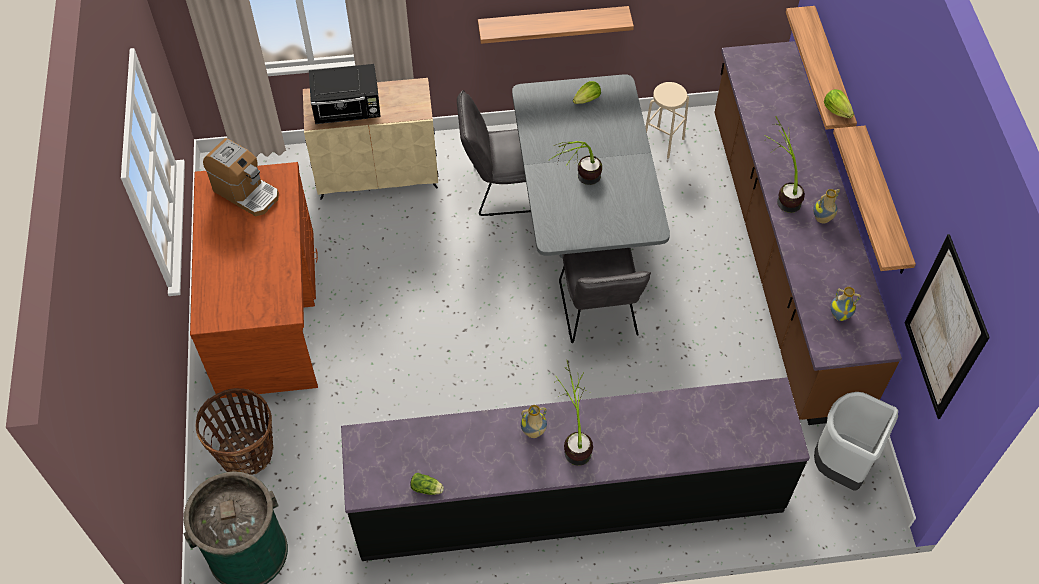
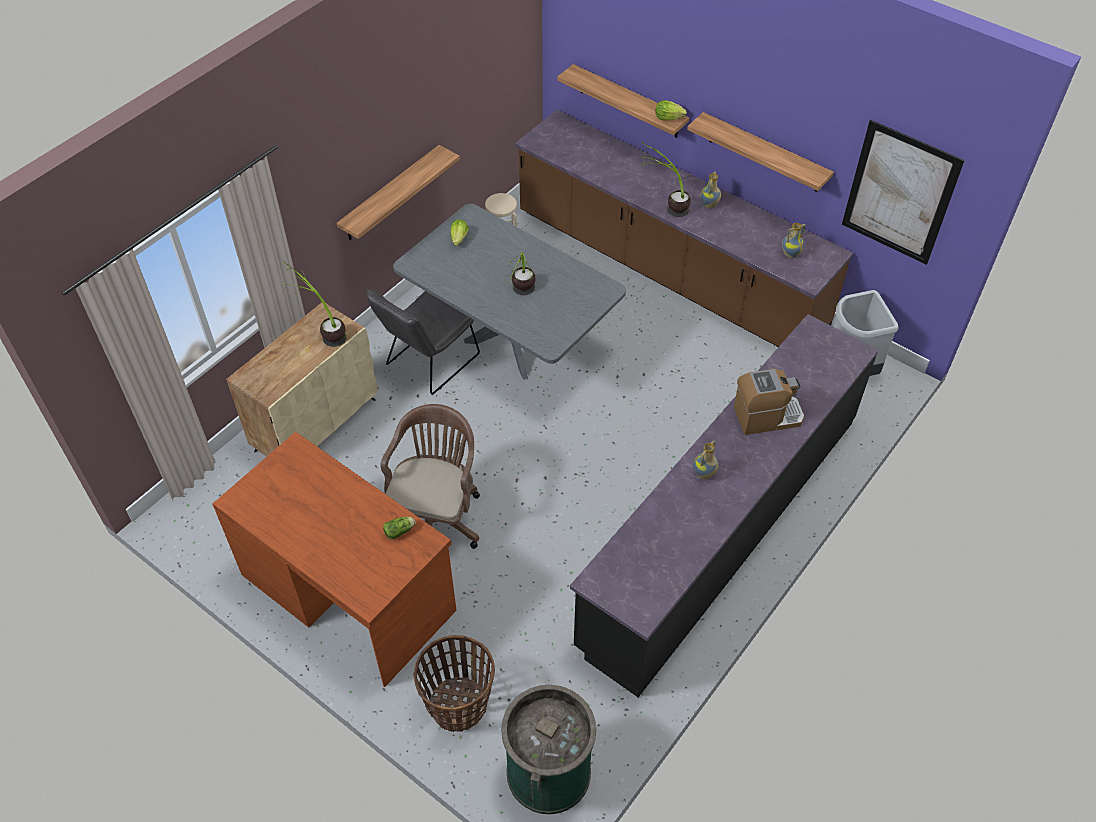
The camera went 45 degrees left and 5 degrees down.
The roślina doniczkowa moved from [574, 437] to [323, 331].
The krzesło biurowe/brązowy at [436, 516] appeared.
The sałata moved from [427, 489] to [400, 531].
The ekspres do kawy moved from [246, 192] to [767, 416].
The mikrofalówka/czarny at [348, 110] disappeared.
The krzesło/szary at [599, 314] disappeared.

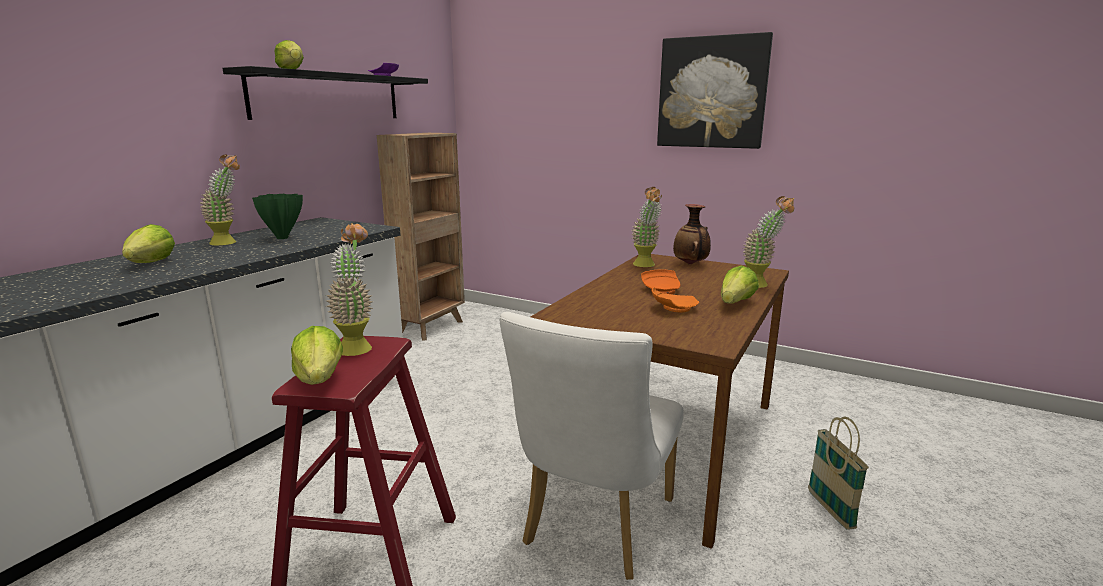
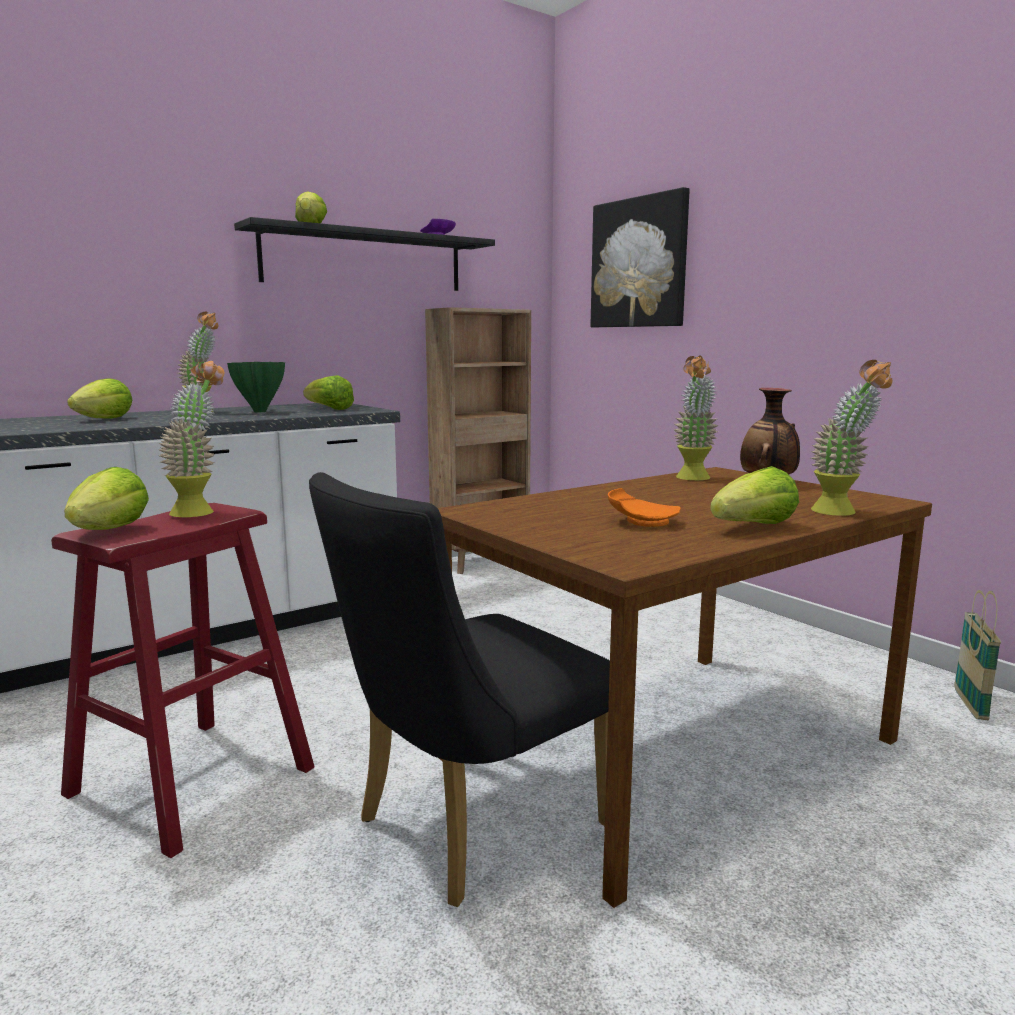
The camera went 25 degrees right and 5 degrees down.
The sałata at [329, 409] appeared.
The krzesło/biały at [594, 528] became the krzesło/czarny at [467, 828].
The obraz moved from [712, 93] to [639, 263].
The koszyk moved from [830, 510] to [970, 705].
The talerz/pomarańczowy at [662, 290] disappeared.

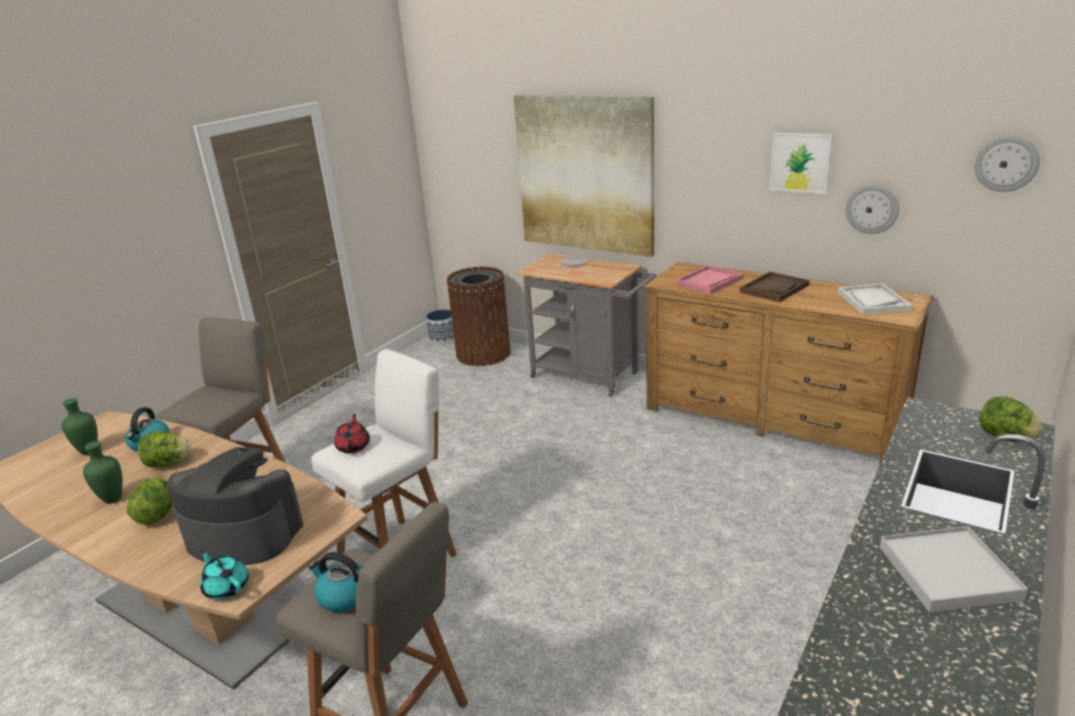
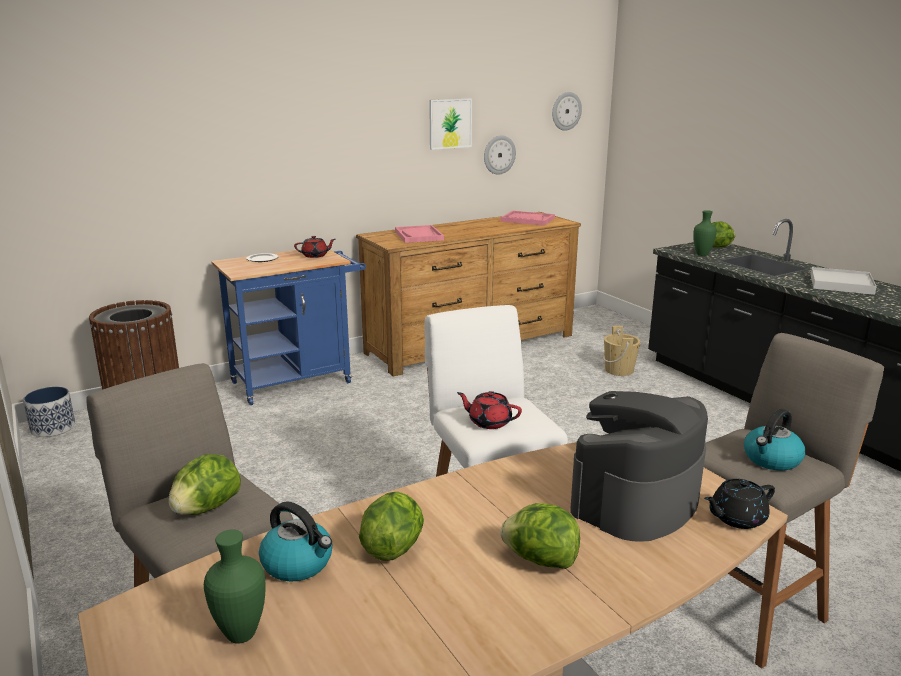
The camera went 65 degrees left and 5 degrees down.
The sałata at [206, 508] appeared.
The wózek/szary at [590, 376] became the wózek/niebieski at [298, 380].
The imbryk/czerwony at [315, 255] appeared.
The taca/biały at [872, 301] became the taca/różowy at [527, 220].
The wiadro/beżowy at [619, 370] appeared.
The wazon/zielony moved from [113, 500] to [702, 255].
The imbryk/turkusowy at [226, 587] became the imbryk/czarny at [736, 518].
The obraz at [585, 174] disappeared.
The taca/brązowy at [774, 288] disappeared.

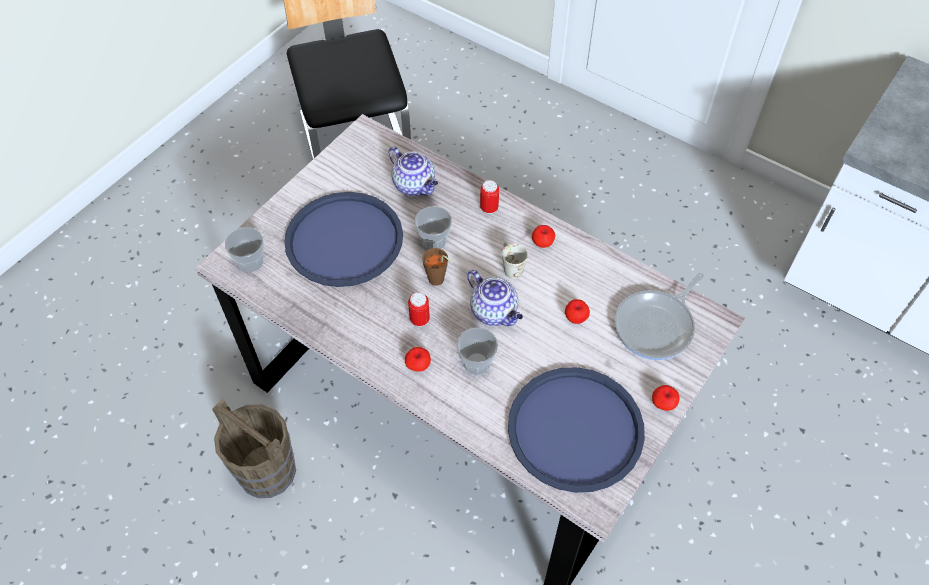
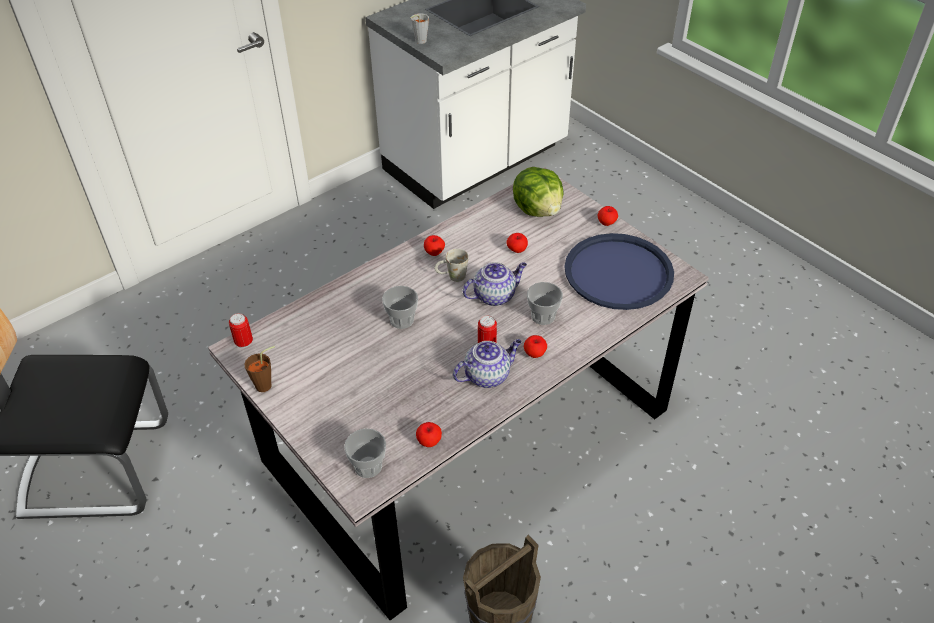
The camera went 75 degrees left and 10 degrees down.
The puszka moved from [489, 208] to [244, 342].
The filiżanka/brązowy moved from [438, 281] to [267, 384].
The filiżanka/szary at [419, 42] appeared.
The jabłko at [429, 441] appeared.
The imbryk moved from [415, 185] to [487, 375].
The patelnia at [657, 326] was replaced by the sałata at [538, 210].
The taca/niebieski at [344, 240] disappeared.

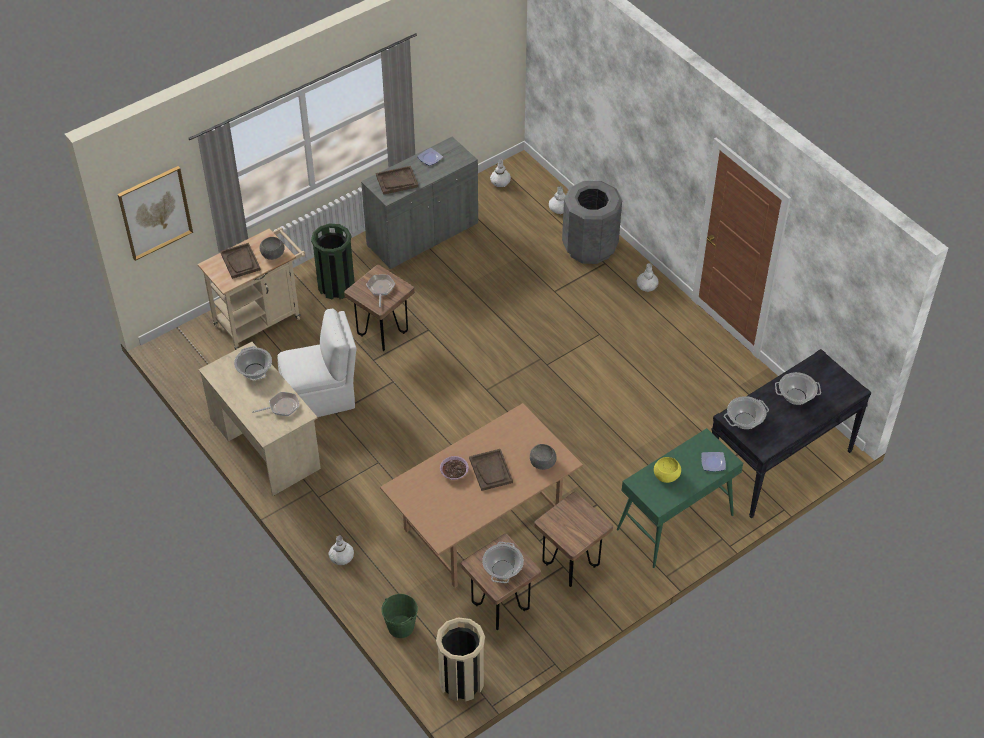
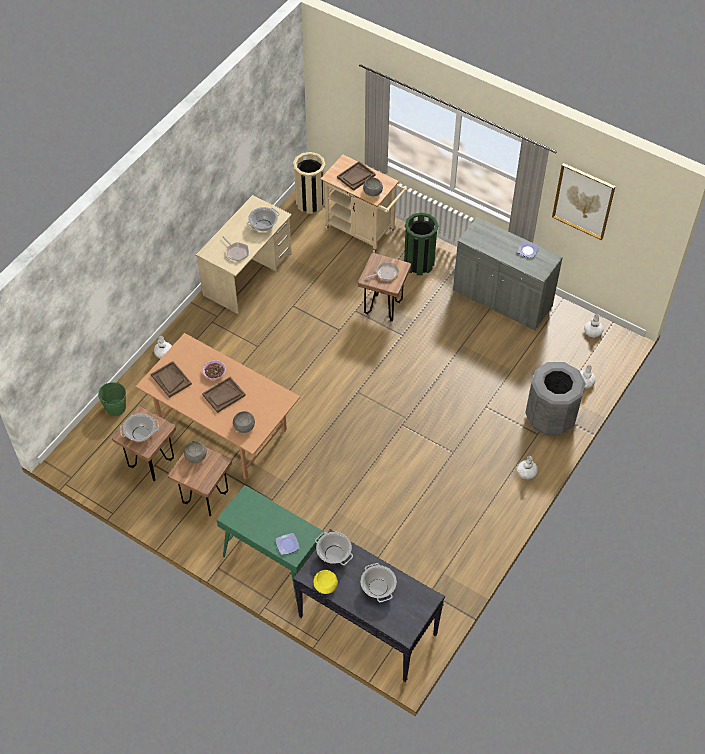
The camera went 70 degrees right and 5 degrees up.
The taca/brązowy moved from [397, 181] to [171, 380].
The miska/szary at [196, 456] appeared.
The kosz na śmieci/beżowy moved from [461, 681] to [310, 202].
The miska/żółty moved from [666, 475] to [326, 585].
The obraz moved from [155, 212] to [583, 201].
The krzesło/biały at [320, 397] disappeared.

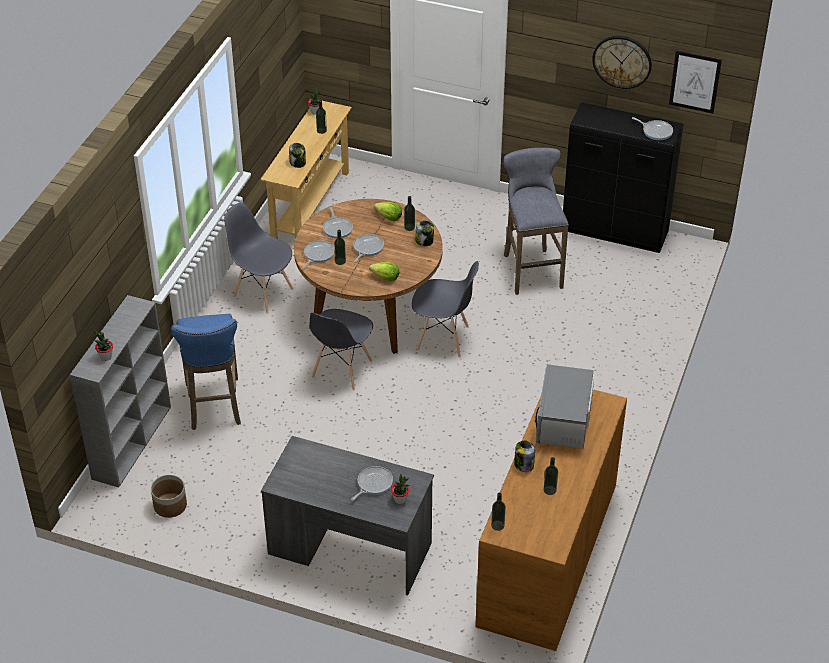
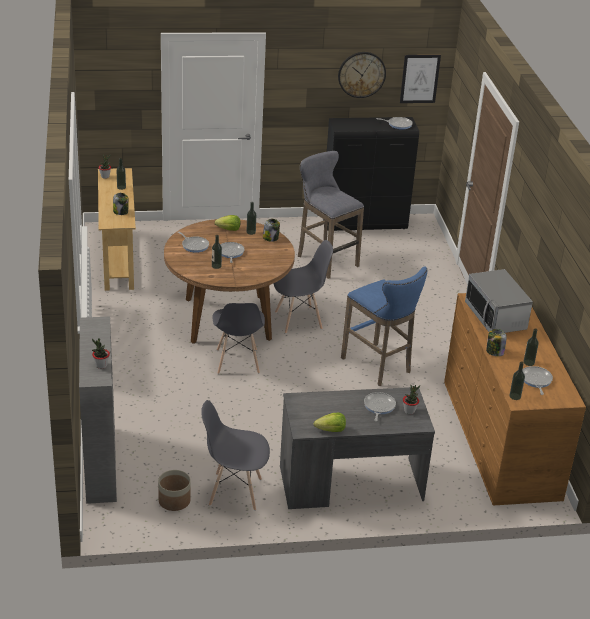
The camera went 30 degrees left and 10 degrees down.
The krzesło/szary moved from [263, 292] to [234, 492].
The sałata moved from [385, 278] to [331, 430].
The stołek/niebieski moved from [214, 406] to [379, 366].
The patelnia moved from [318, 254] to [536, 380].

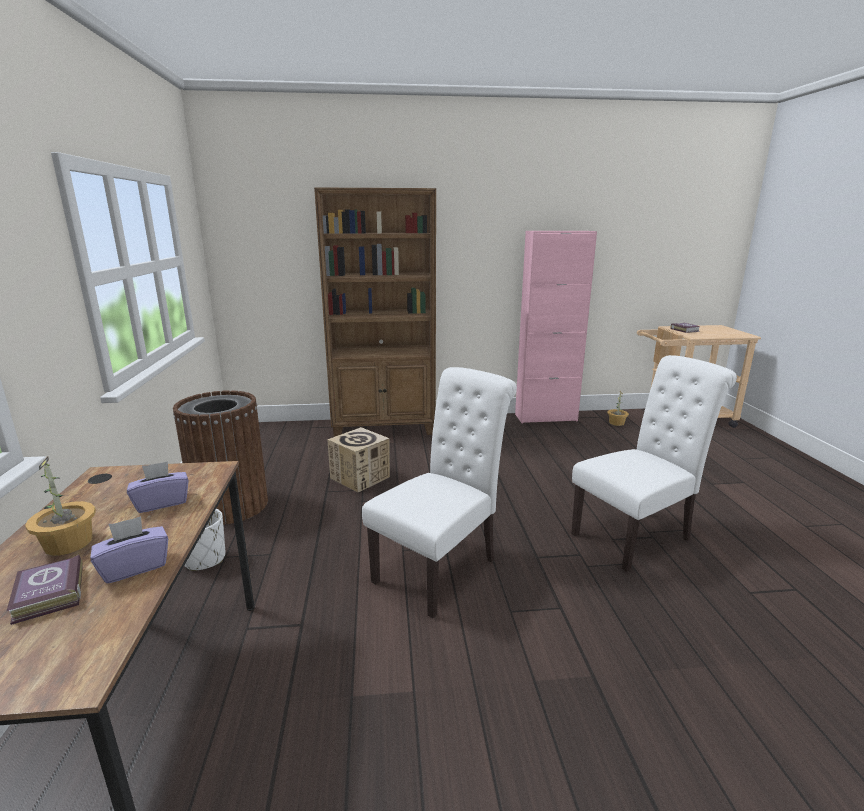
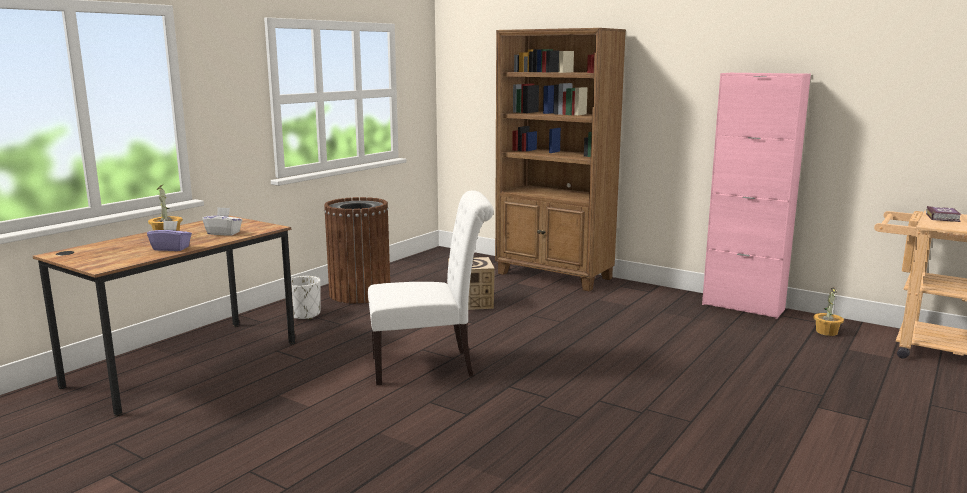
The camera went 40 degrees right and 5 degrees down.
The pudełko chusteczek/fioletowy at [162, 502] became the pudełko chusteczek/biały at [224, 233].
The książka at [47, 595] disappeared.
The krzesło/biały at [637, 535] disappeared.

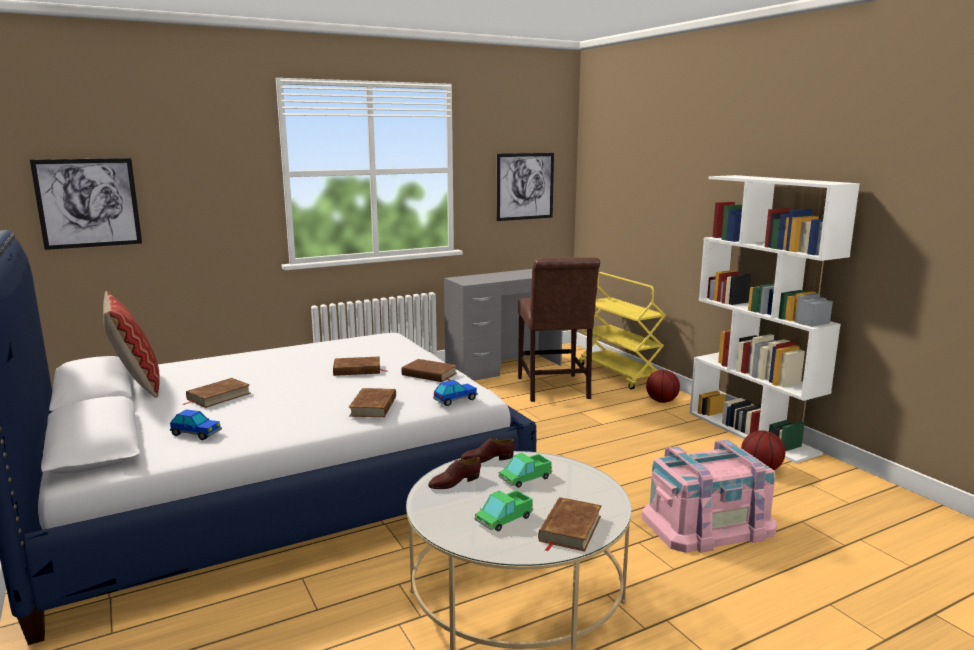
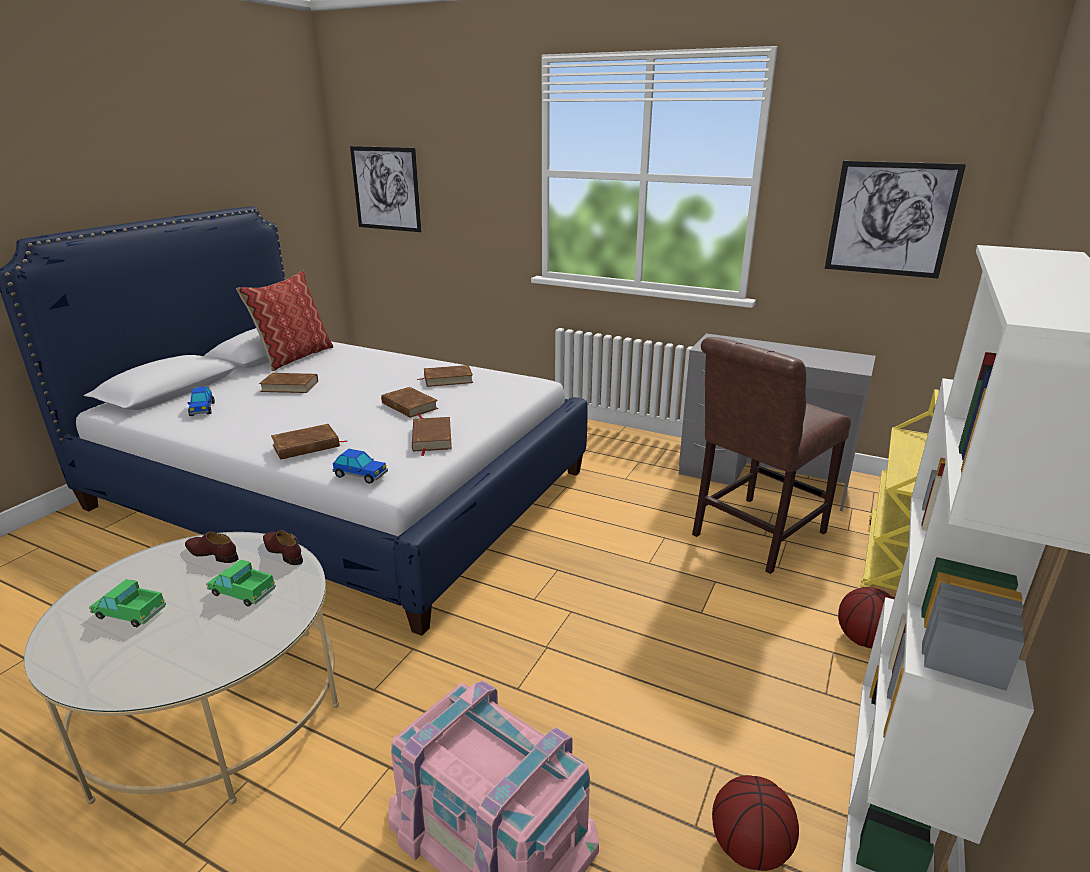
The camera went 55 degrees right and 10 degrees up.
The książka/brązowy moved from [569, 528] to [448, 379].

